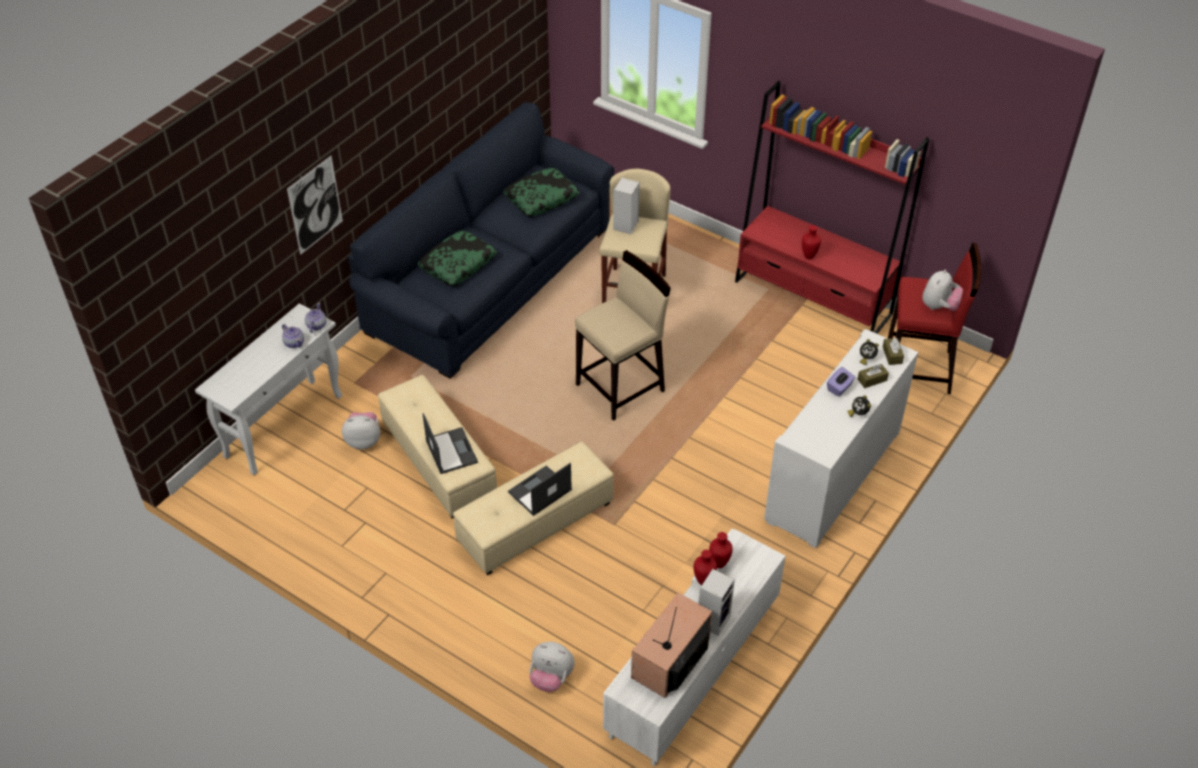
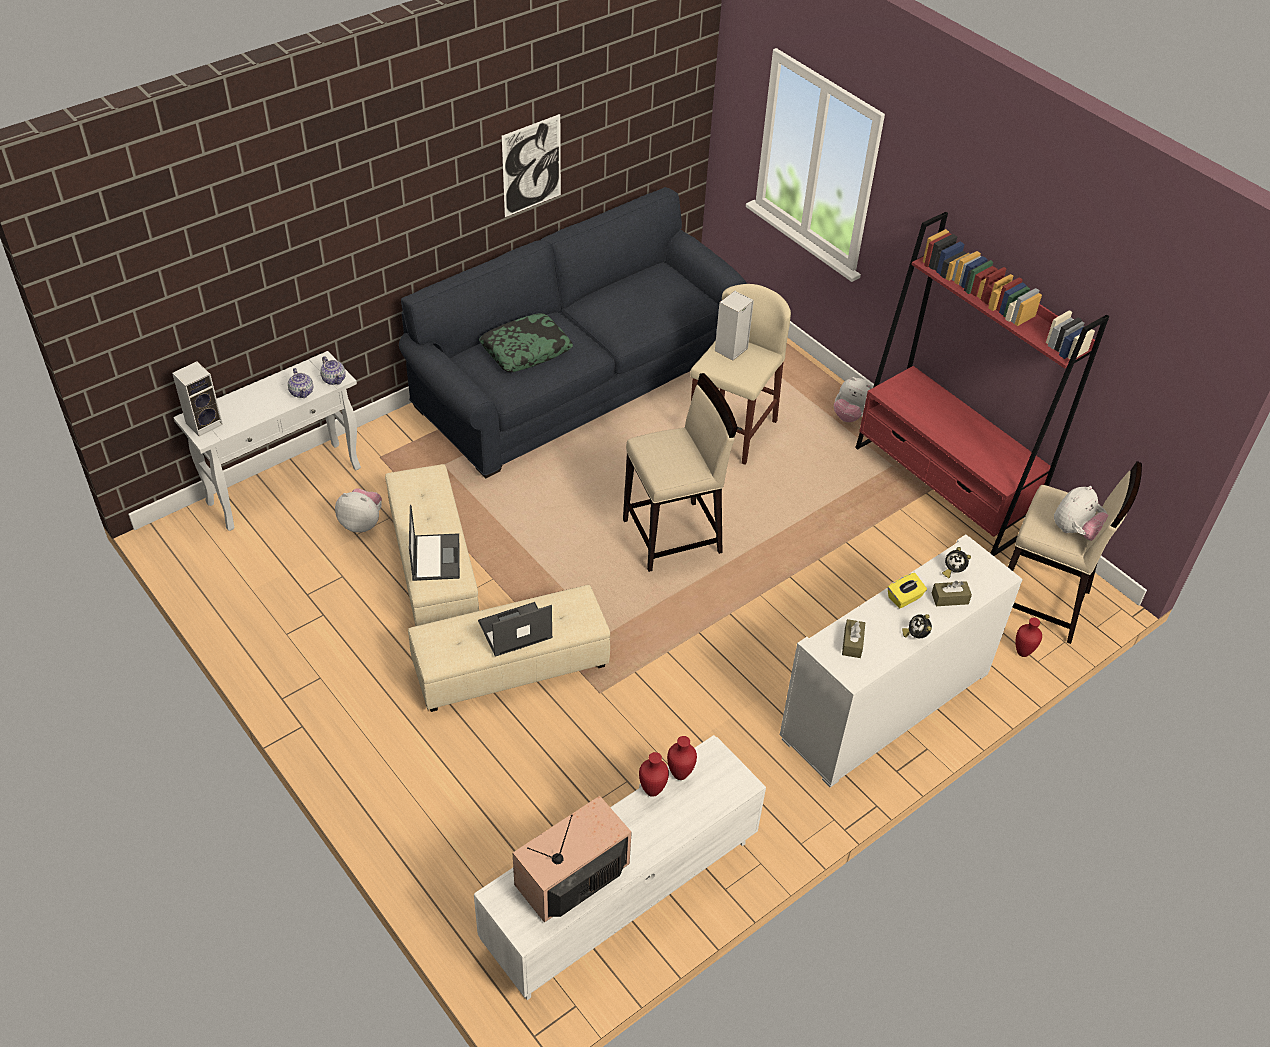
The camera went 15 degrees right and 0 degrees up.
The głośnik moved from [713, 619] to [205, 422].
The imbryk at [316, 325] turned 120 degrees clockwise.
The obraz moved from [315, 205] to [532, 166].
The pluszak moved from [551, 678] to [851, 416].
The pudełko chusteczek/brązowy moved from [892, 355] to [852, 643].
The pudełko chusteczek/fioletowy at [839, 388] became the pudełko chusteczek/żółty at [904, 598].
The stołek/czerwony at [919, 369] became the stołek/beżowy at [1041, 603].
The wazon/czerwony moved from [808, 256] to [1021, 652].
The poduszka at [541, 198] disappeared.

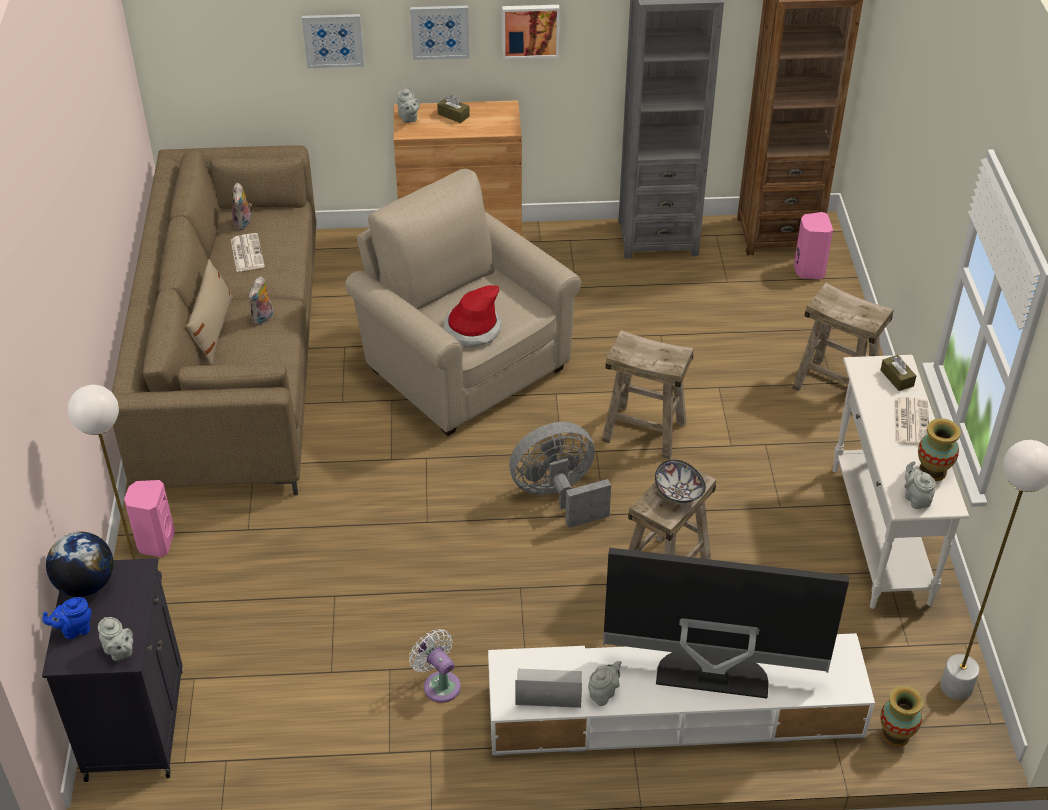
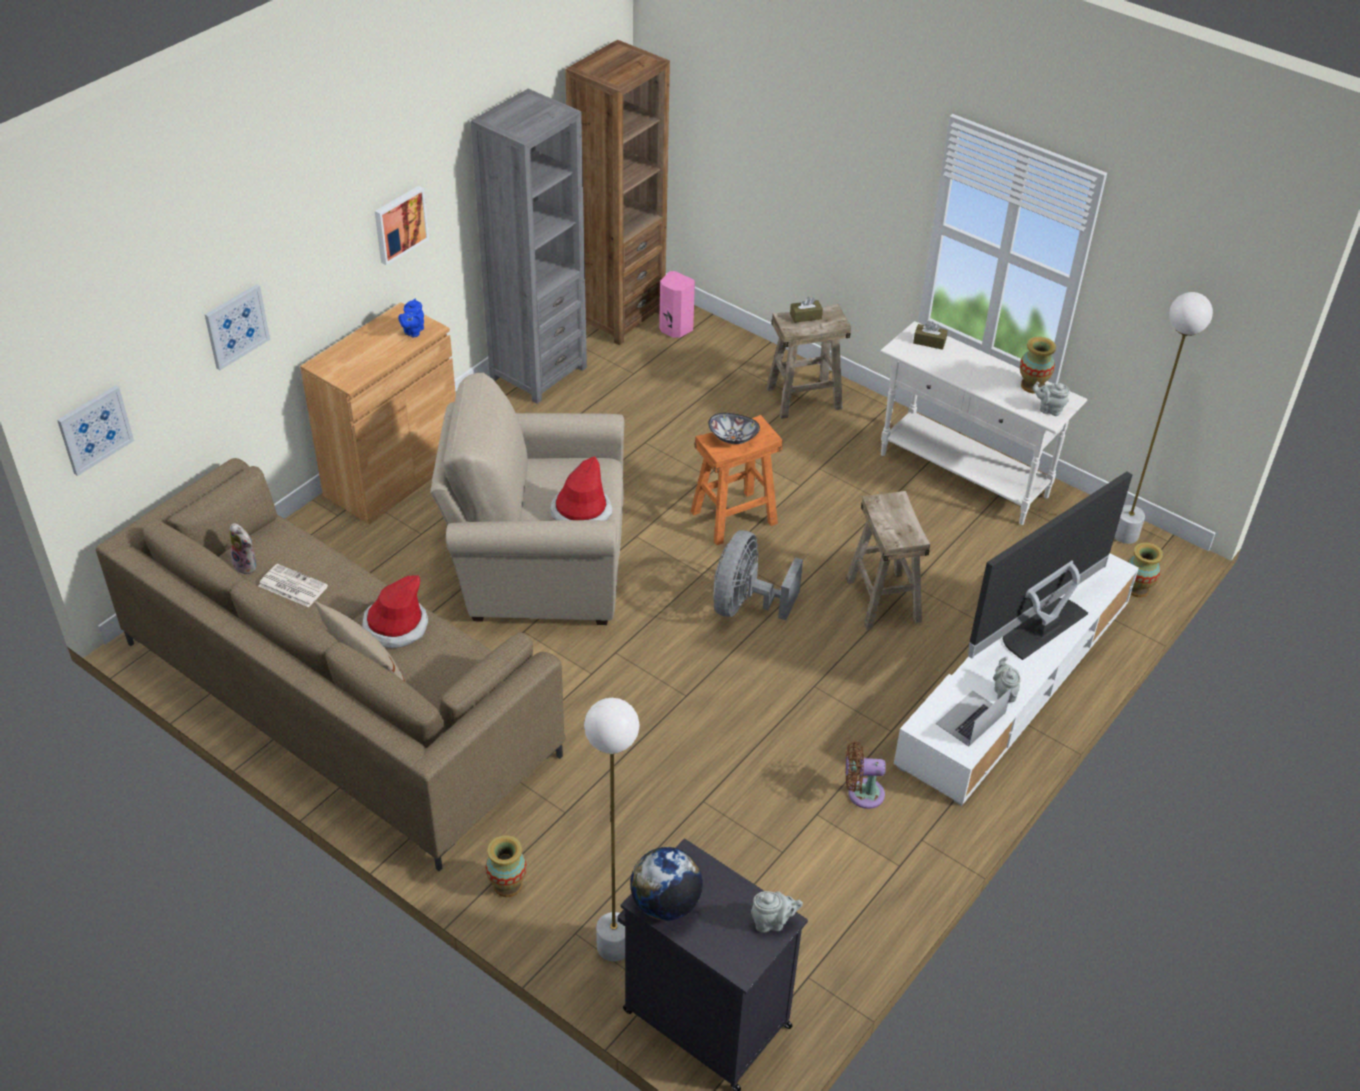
The camera went 50 degrees left and 0 degrees up.
The obraz moved from [440, 31] to [94, 429].
The pluszak at [263, 319] was replaced by the kapelusz at [395, 626].
The imbryk/niebieski moved from [74, 630] to [413, 332].
The głośnik/różowy at [155, 542] was replaced by the wazon at [507, 885].
The stołek/beżowy at [644, 431] became the stołek/pomarańczowy at [734, 517].
The miska moved from [678, 493] to [733, 438].
The pudełko chusteczek/brązowy moved from [453, 115] to [805, 316].
The wentylator/biały at [439, 684] became the wentylator/brązowy at [861, 793].
The imbryk/szary at [408, 118] disappeared.
The gazeta at [911, 421] disappeared.

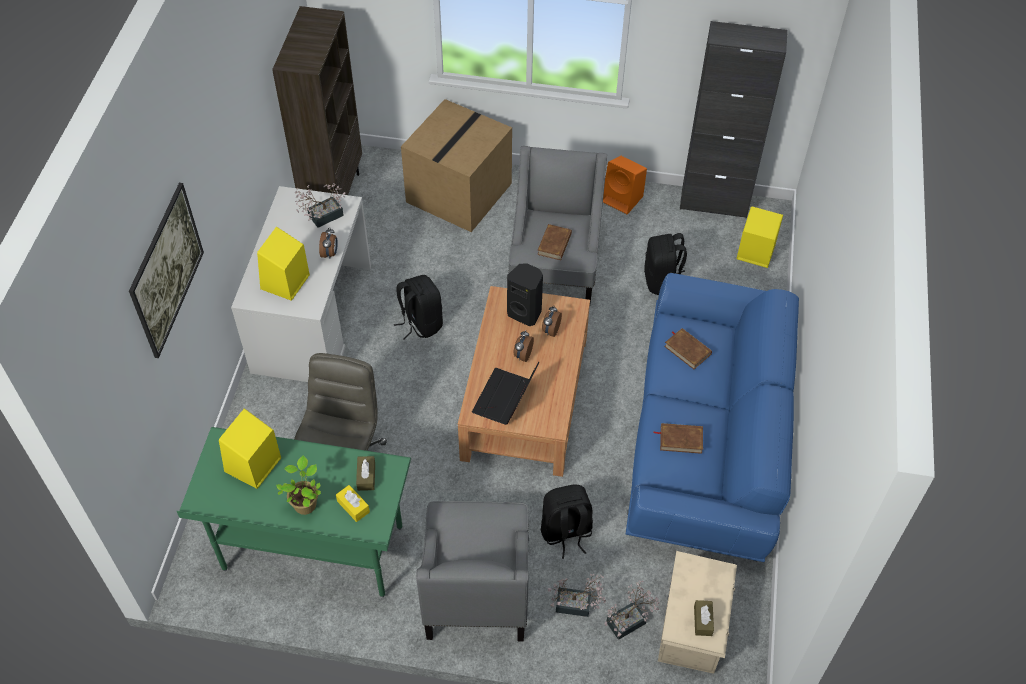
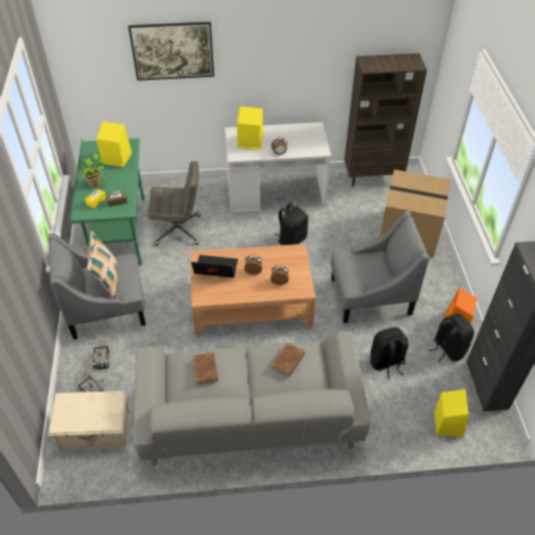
The camera went 75 degrees right and 5 degrees down.
The poduszka at [107, 280] appeared.
The kanapa/niebieski at [706, 440] became the kanapa/szary at [249, 415].
The plecak/czarny moved from [566, 532] to [447, 349].
The roślina doniczkowa at [322, 217] disappeared.
The głośnik/czarny at [525, 313] disappeared.
The książka/brązowy at [554, 244] disappeared.
The pudełko chusteczek/brązowy at [702, 621] disappeared.

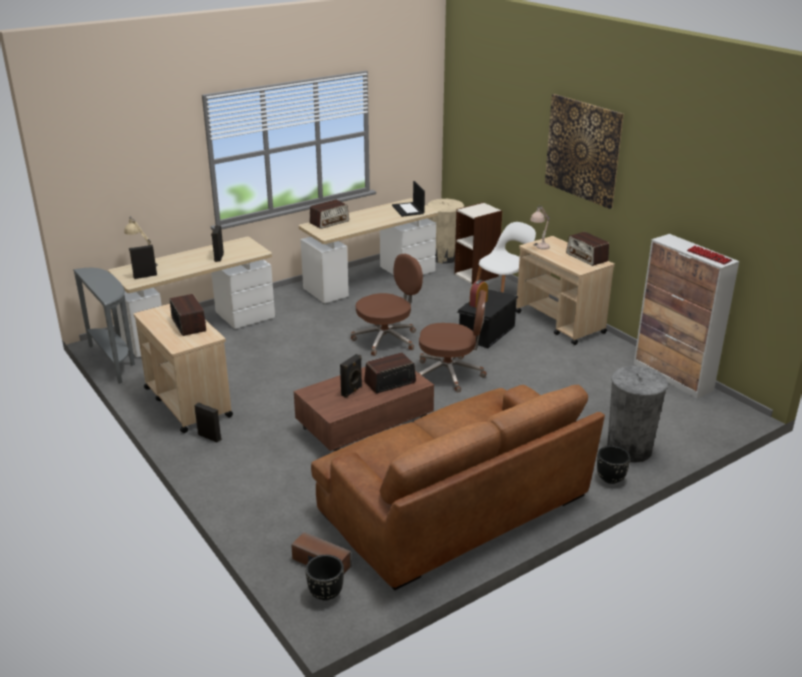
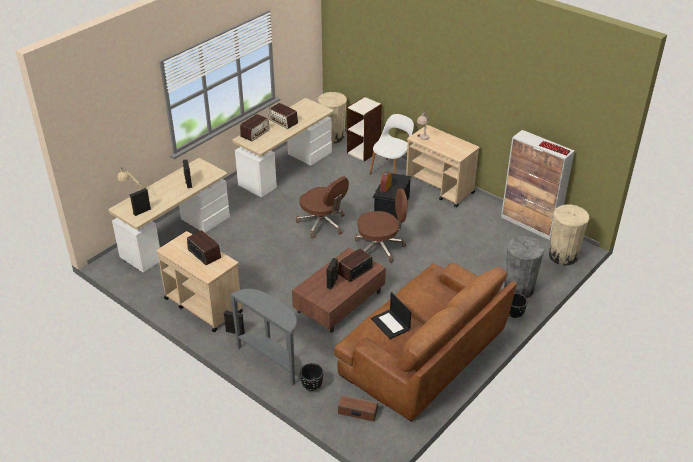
The camera went 15 degrees left and 10 degrees up.
The stolik konsolowy/szary moved from [115, 360] to [271, 360].
The radio moved from [587, 257] to [283, 121].
The krzesło biurowe/brązowy at [387, 339] turned 90 degrees clockwise.
The donica/czarny moved from [325, 594] to [312, 386].
The laptop moved from [408, 209] to [391, 324].
The kosz na śmieci/beżowy at [563, 256] appeared.
The obraz at [583, 150] disappeared.

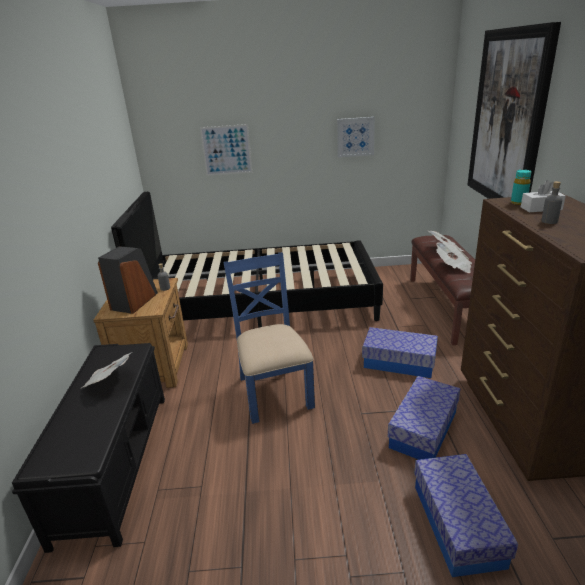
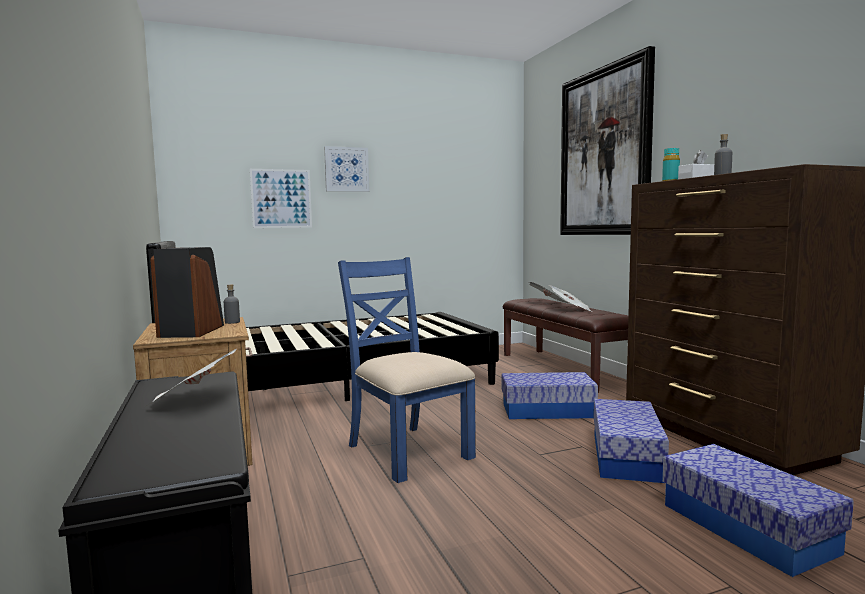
The camera went 20 degrees left and 20 degrees down.
The obraz moved from [355, 137] to [346, 169].

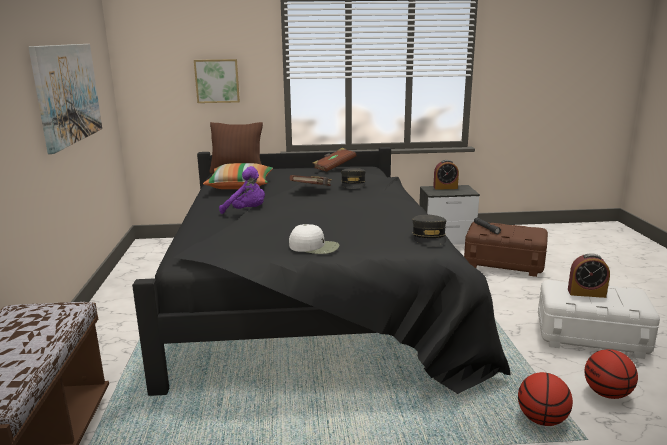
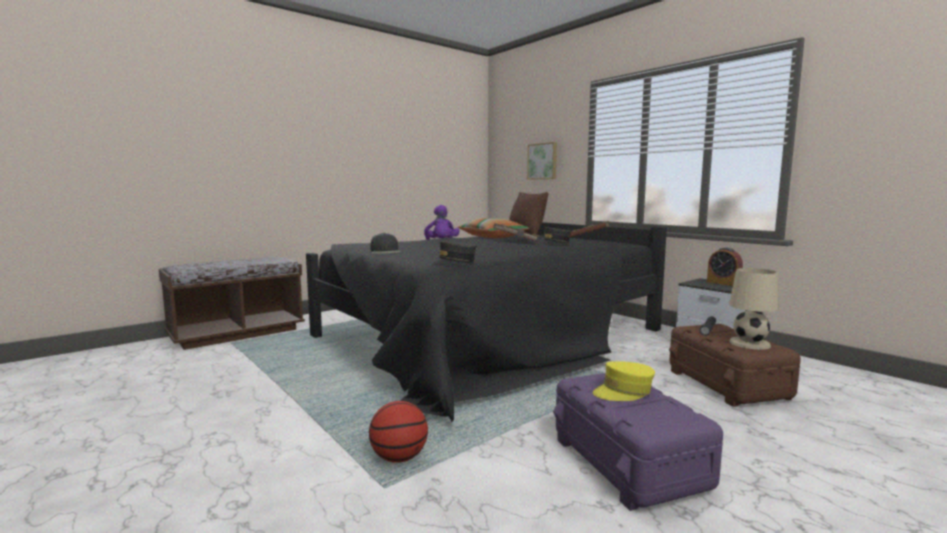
The camera went 55 degrees right and 10 degrees down.
The czapka z daszkiem/biały at [314, 247] became the czapka z daszkiem/czarny at [385, 252].
The pojemnik do przechowywania/biały at [590, 336] became the pojemnik do przechowywania/fioletowy at [629, 462].
The budzik at [586, 293] was replaced by the czapka z daszkiem/żółty at [623, 391].
The lampa stołowa/beżowy at [750, 343] appeared.
The obraz at [67, 93] disappeared.
The piłka do koszykówki at [607, 393] disappeared.

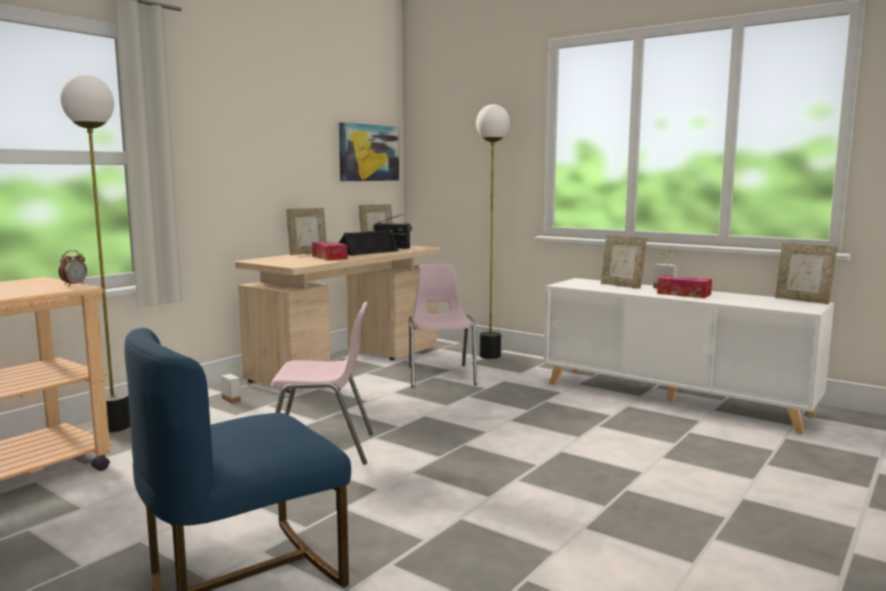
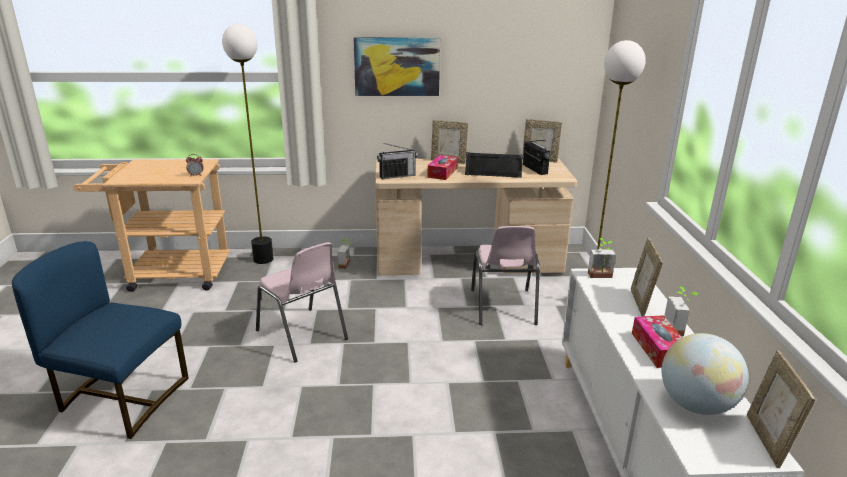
The camera went 50 degrees right and 15 degrees up.
The obraz moved from [368, 153] to [397, 66].
The radio at [397, 176] appeared.
The krzesło/różowy at [441, 375] turned 135 degrees clockwise.
The roślina doniczkowa at [601, 277] appeared.
The globus at [696, 405] appeared.

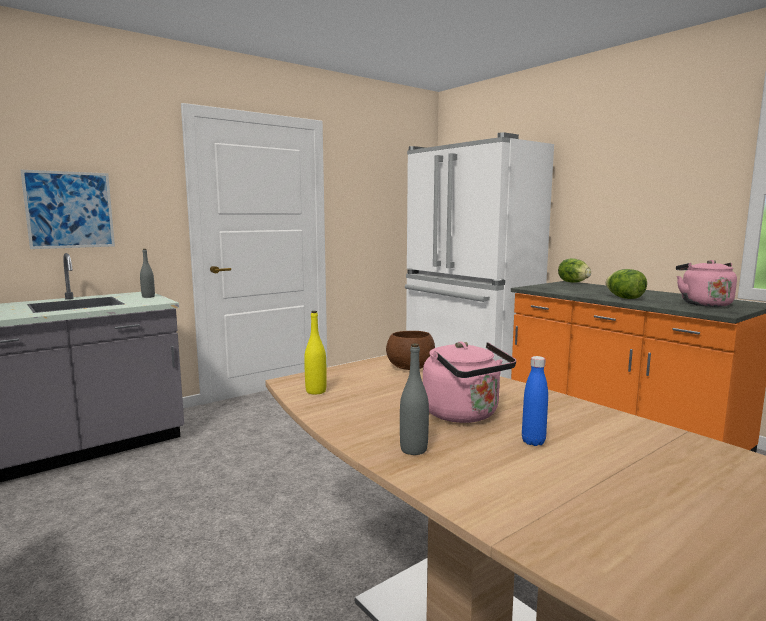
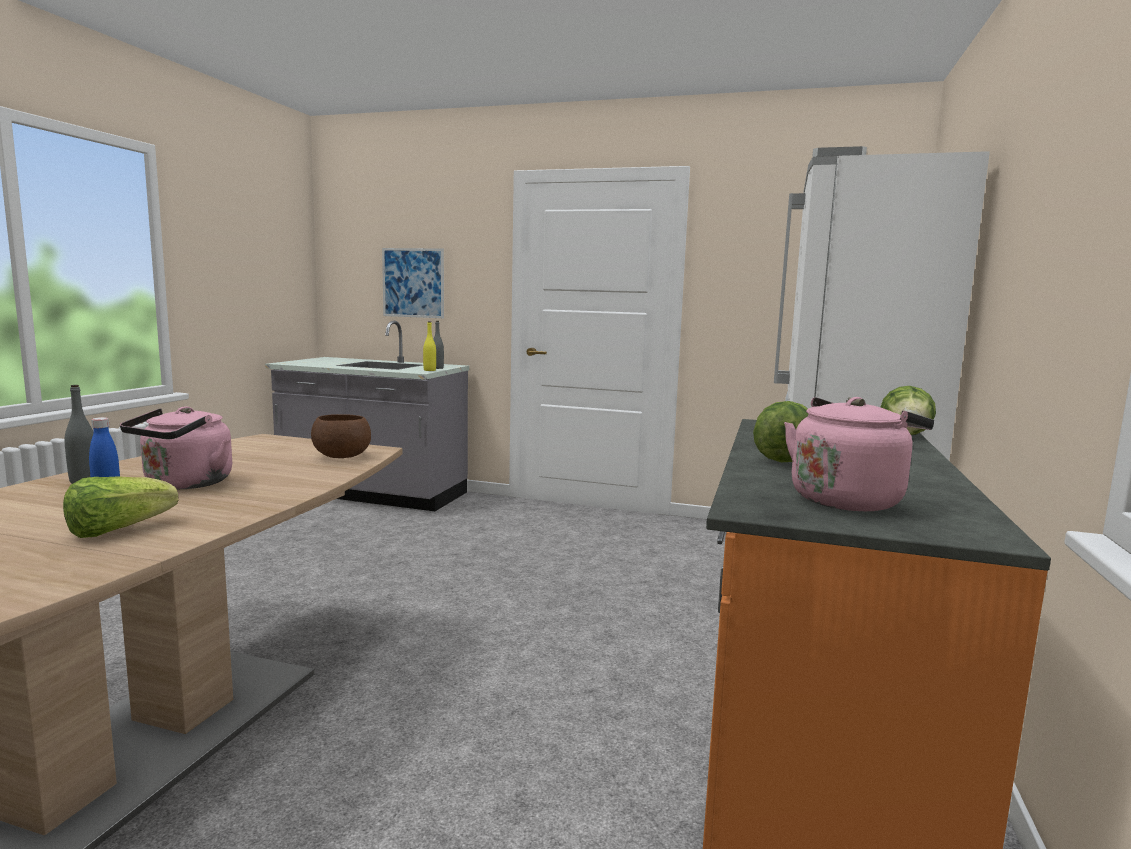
The camera went 55 degrees right and 0 degrees up.
The sałata at [118, 530] appeared.
The butelka/żółty moved from [316, 391] to [429, 370].

